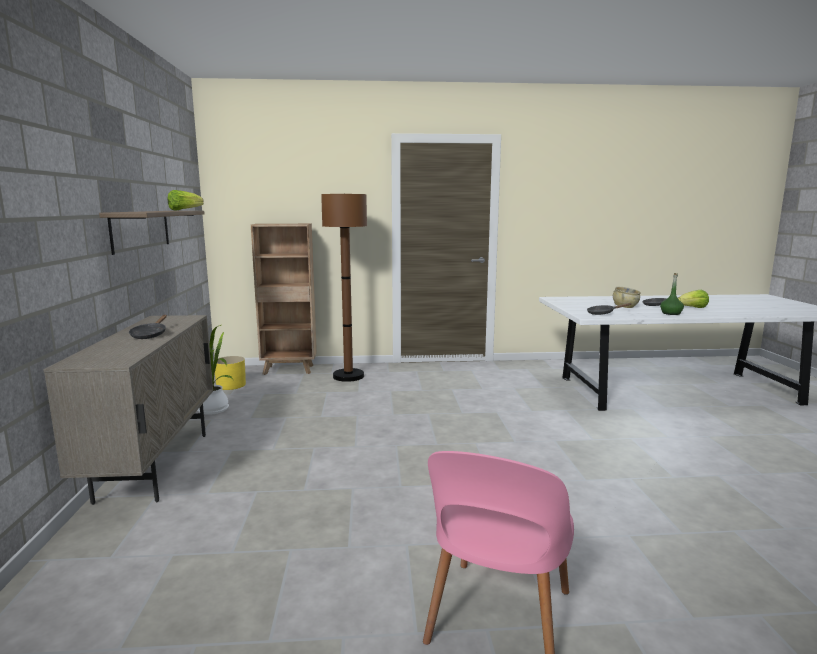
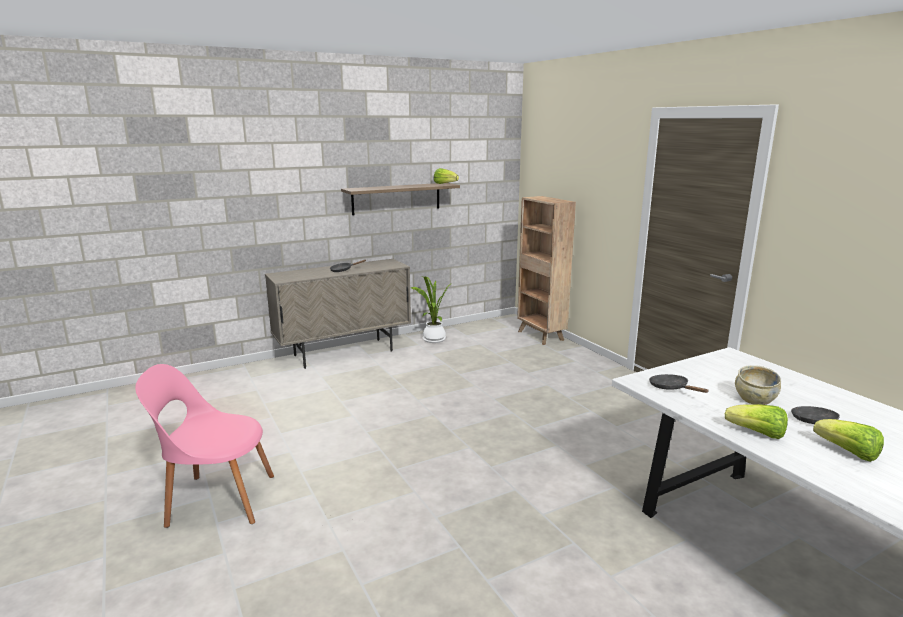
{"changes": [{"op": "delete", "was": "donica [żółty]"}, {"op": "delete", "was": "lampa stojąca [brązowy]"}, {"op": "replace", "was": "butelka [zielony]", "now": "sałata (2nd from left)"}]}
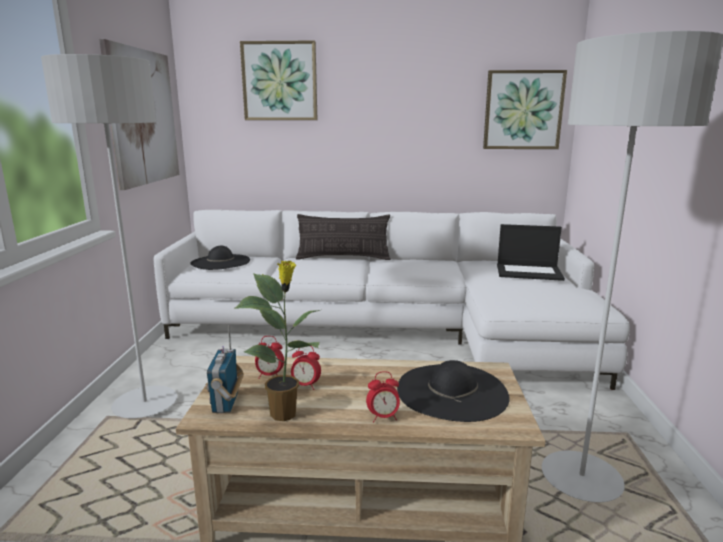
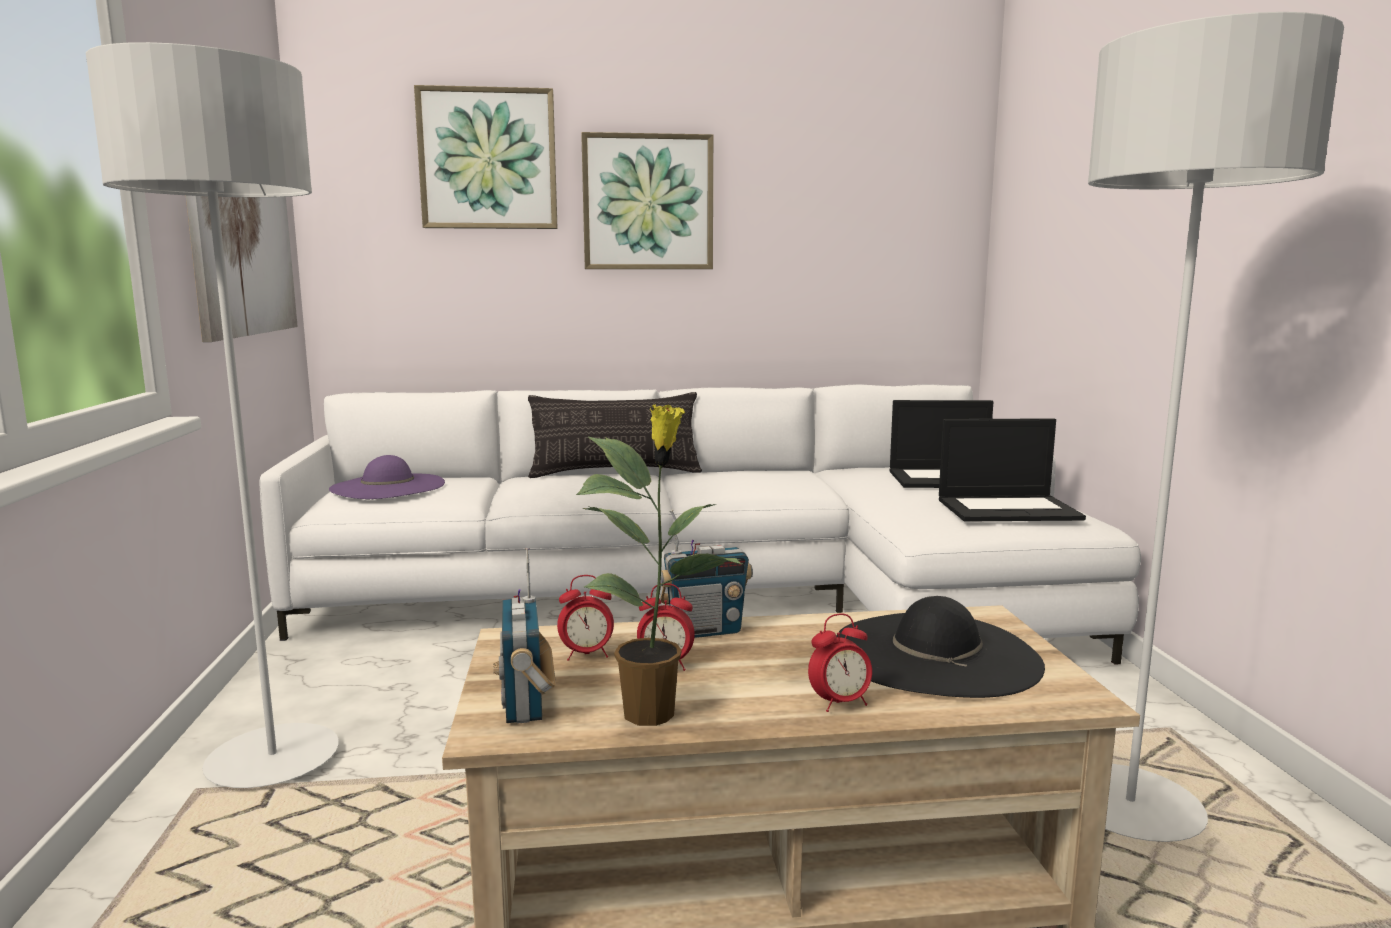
{"changes": [{"op": "insert", "now": "radio (2nd from left)"}, {"op": "insert", "now": "laptop (2nd from left)"}, {"op": "move", "was": "obraz (3rd from left)"}, {"op": "recolor", "was": "kapelusz [czarny] (1st from left)", "now": "kapelusz [fioletowy]"}]}
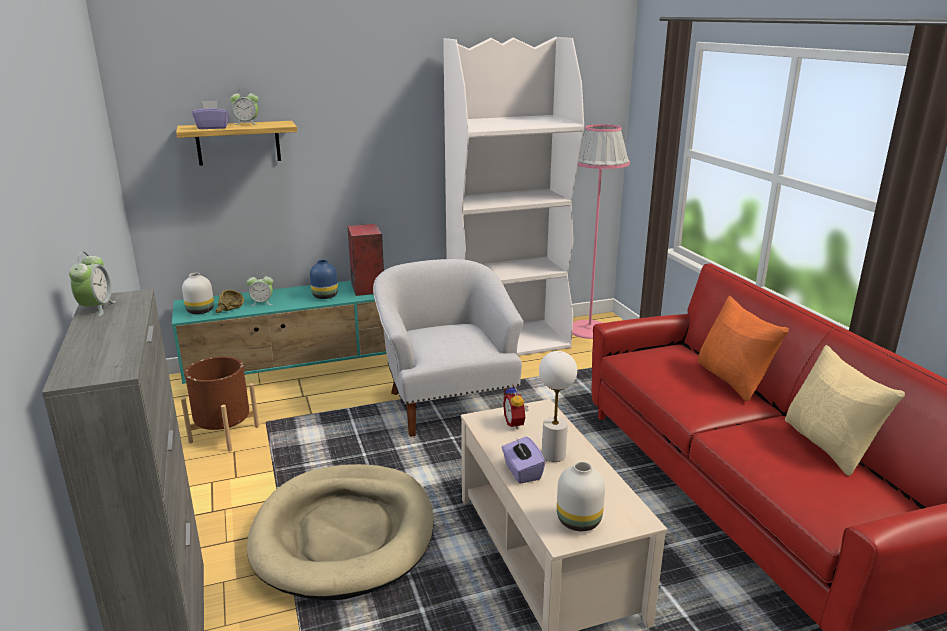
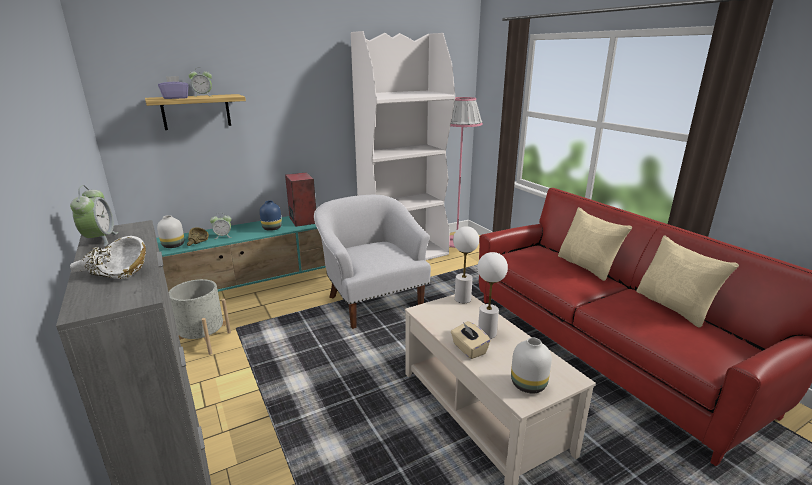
{"changes": [{"op": "delete", "was": "legowisko [beżowy]"}, {"op": "delete", "was": "budzik (4th from left)"}, {"op": "insert", "now": "miska [biały]"}, {"op": "insert", "now": "lampa stołowa [biały] (1st from left)"}, {"op": "recolor", "was": "donica [brązowy]", "now": "donica [szary]"}, {"op": "recolor", "was": "pudełko chusteczek [fioletowy] (2nd from left)", "now": "pudełko chusteczek [beżowy]"}, {"op": "recolor", "was": "poduszka [pomarańczowy]", "now": "poduszka [beżowy] (1st from left)"}]}
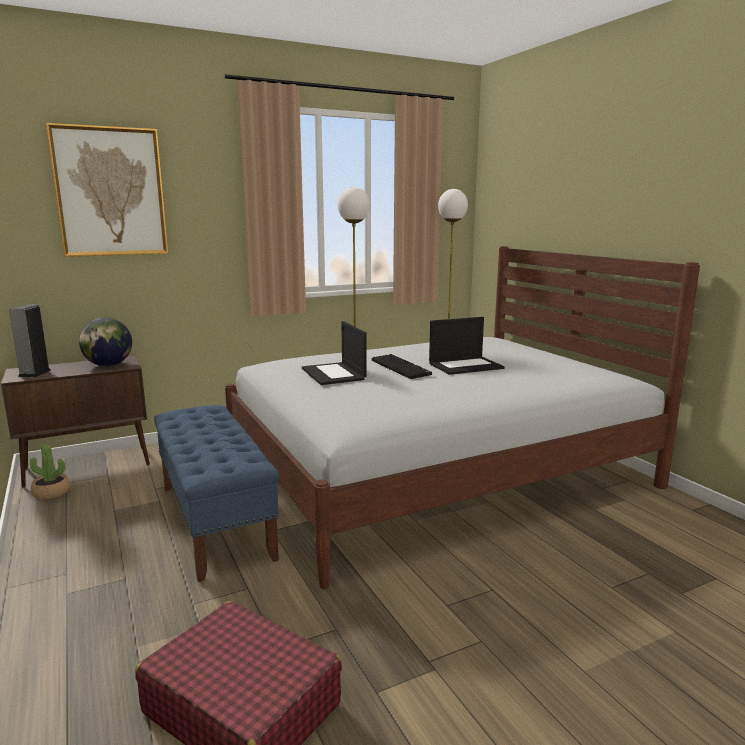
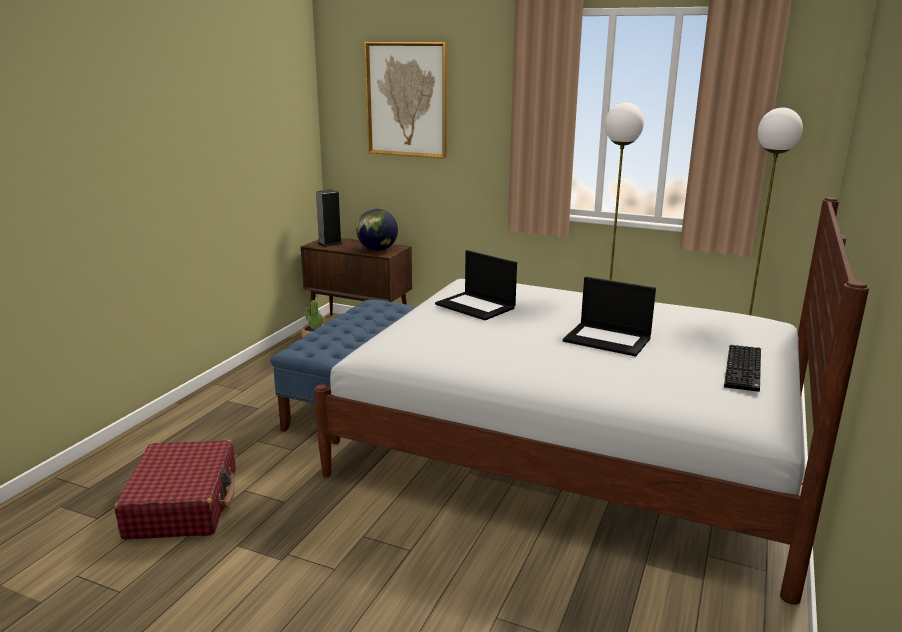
{"changes": [{"op": "move", "was": "klawiatura"}, {"op": "rotate", "was": "laptop (1st from left)", "clockwise": -75}]}
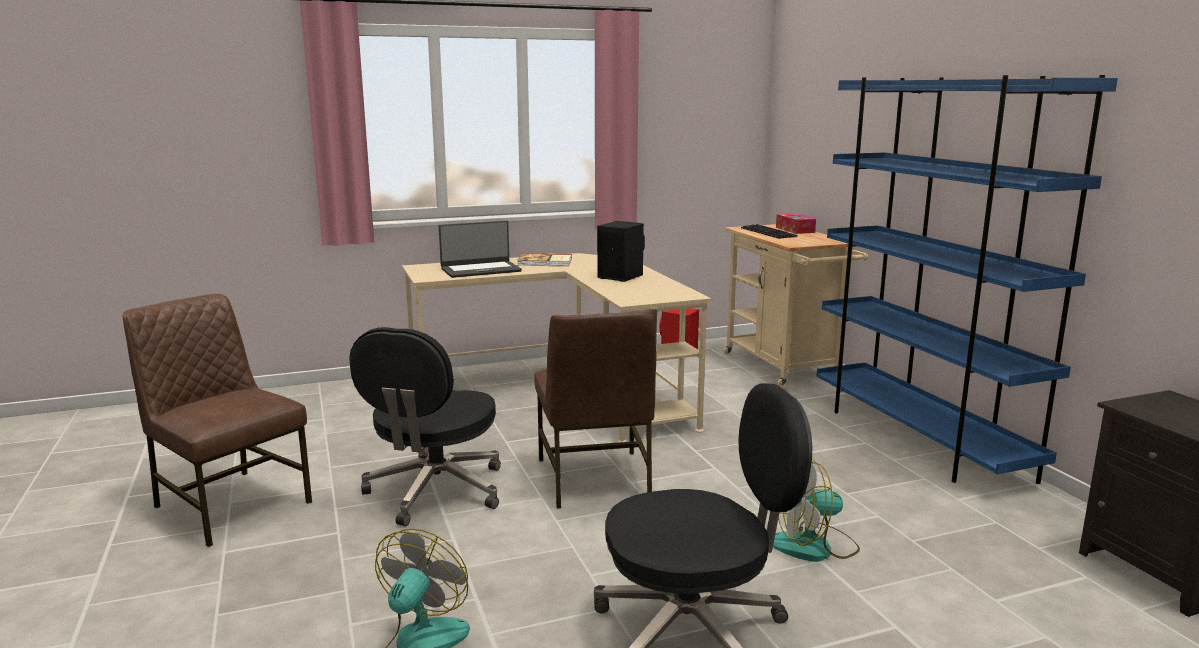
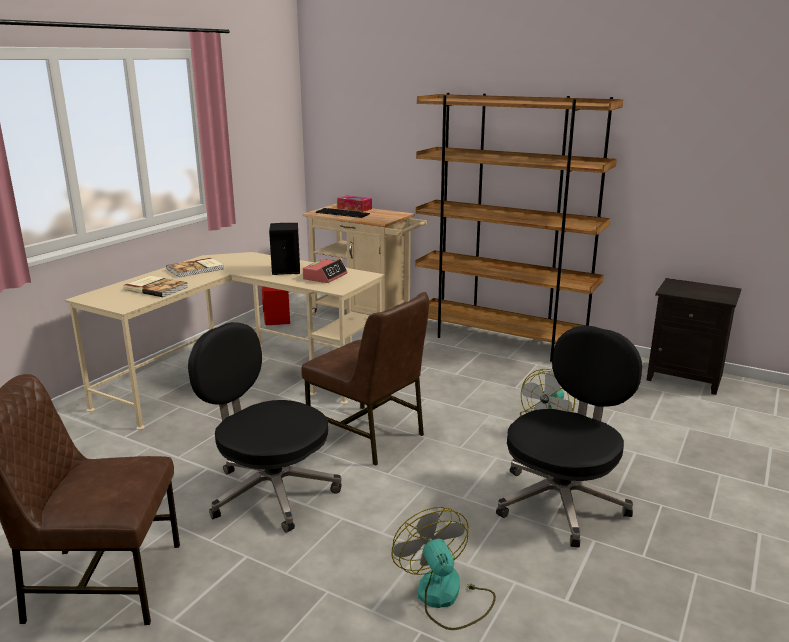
{"changes": [{"op": "insert", "now": "budzik"}, {"op": "replace", "was": "laptop", "now": "książka (1st from left)"}, {"op": "recolor", "was": "regał [niebieski]", "now": "regał [brązowy]"}, {"op": "rotate", "was": "krzesło biurowe [czarny] (1st from left)", "clockwise": 150}]}
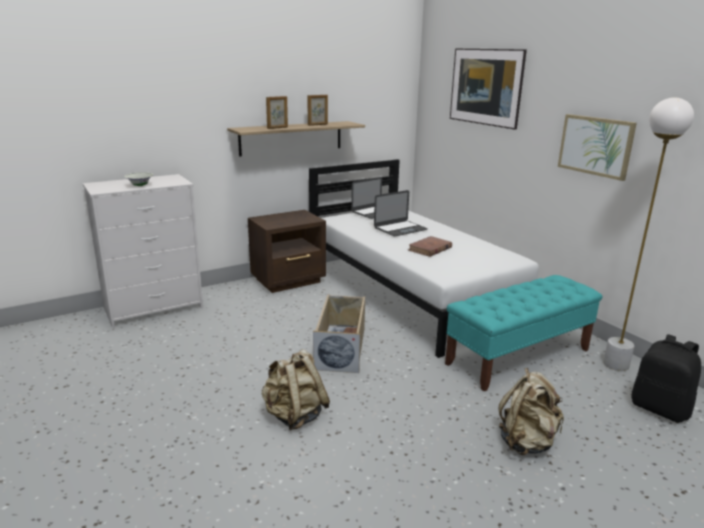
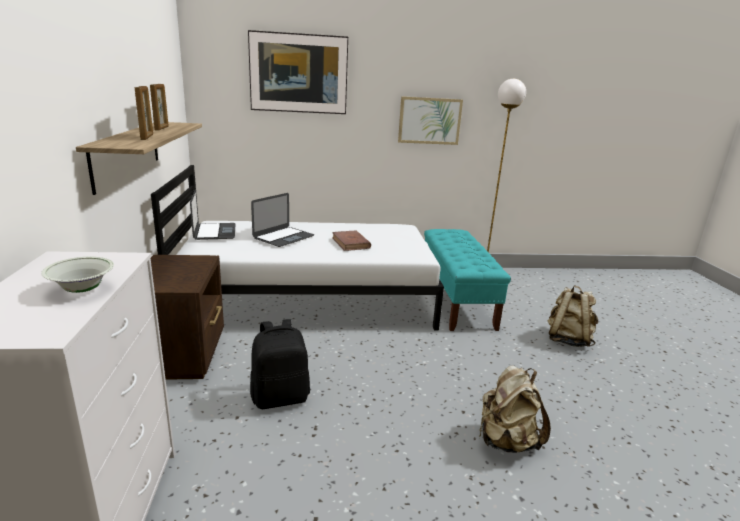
{"changes": [{"op": "delete", "was": "pojemnik do przechowywania [beżowy]"}, {"op": "move", "was": "plecak [czarny]"}, {"op": "rotate", "was": "laptop (2nd from left)", "clockwise": 45}]}
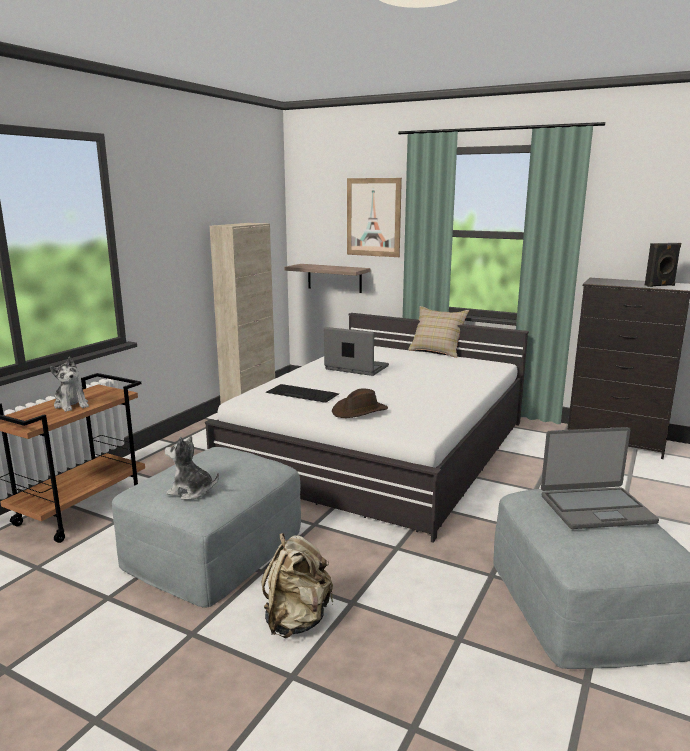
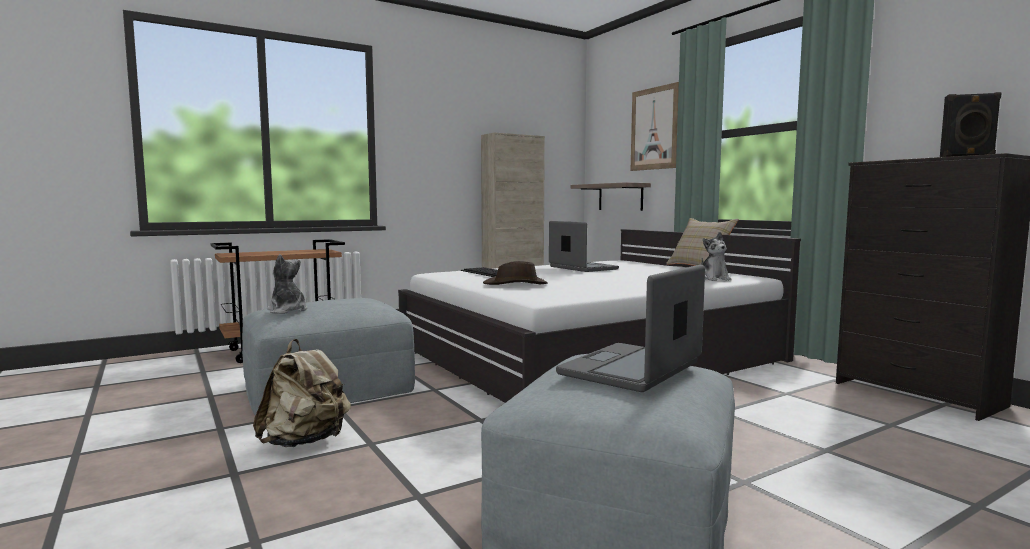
{"changes": [{"op": "move", "was": "pluszak (1st from left in the first image)", "now": "pluszak (2nd from left)"}, {"op": "rotate", "was": "laptop (2nd from left)", "clockwise": 105}]}
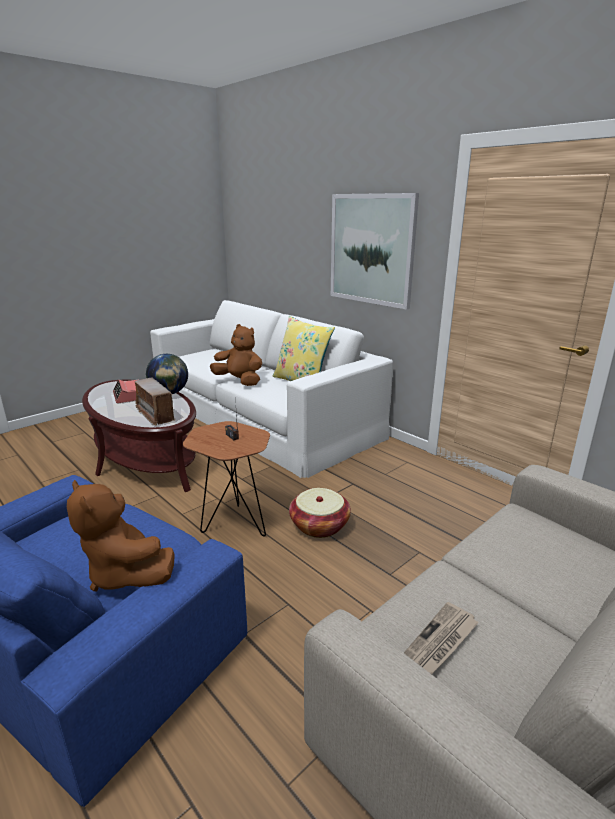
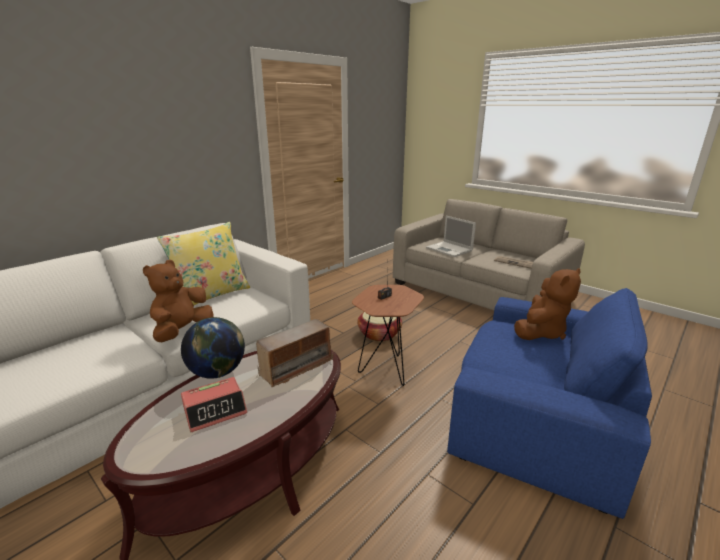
{"changes": [{"op": "delete", "was": "obraz"}, {"op": "insert", "now": "laptop"}]}
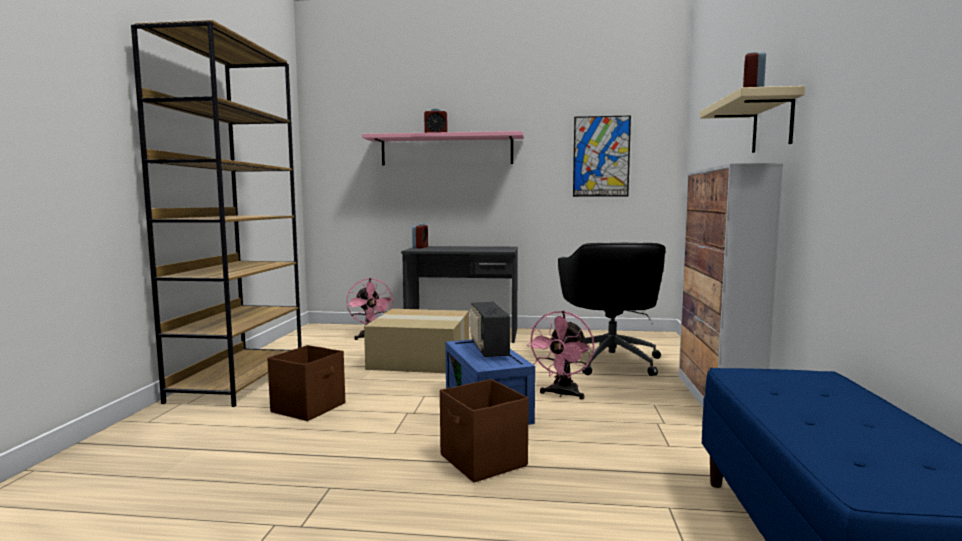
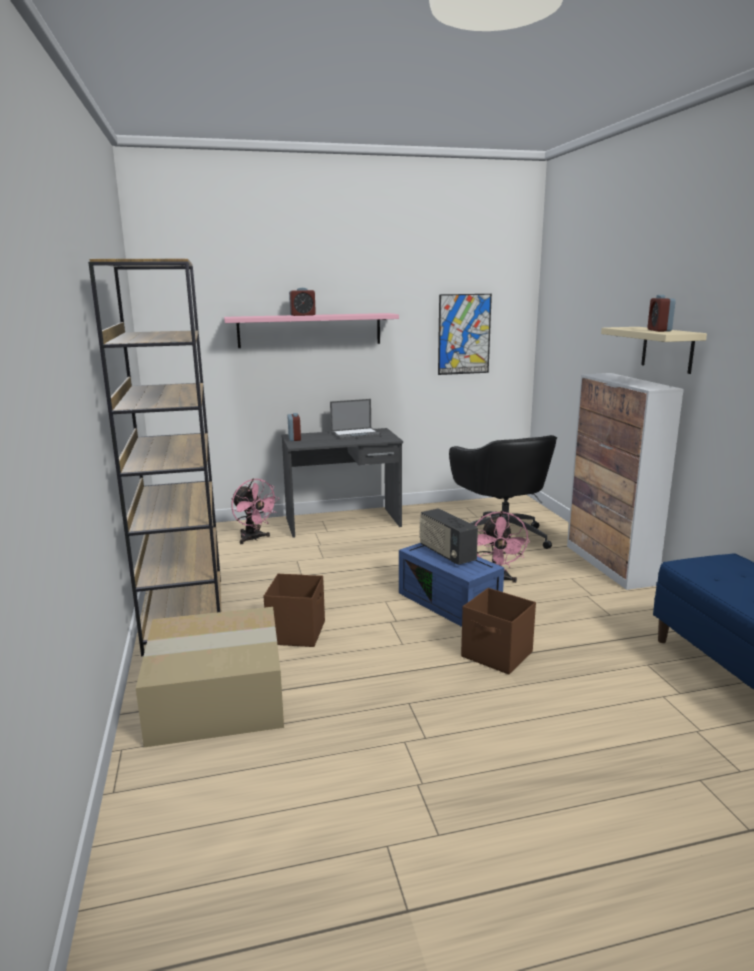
{"changes": [{"op": "insert", "now": "laptop"}, {"op": "move", "was": "karton"}]}
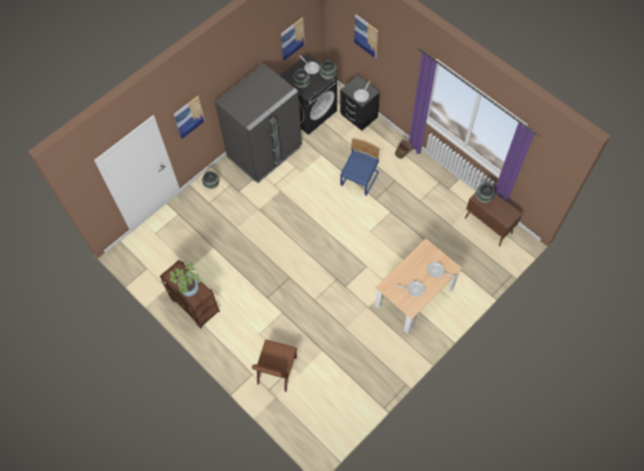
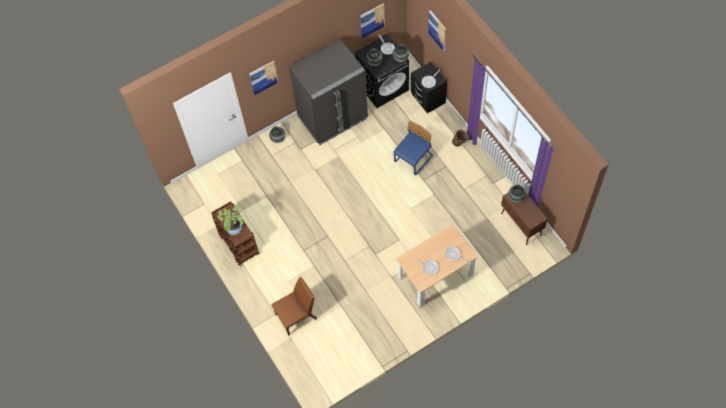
{"changes": [{"op": "rotate", "was": "krzesło [brązowy]", "clockwise": -150}]}
